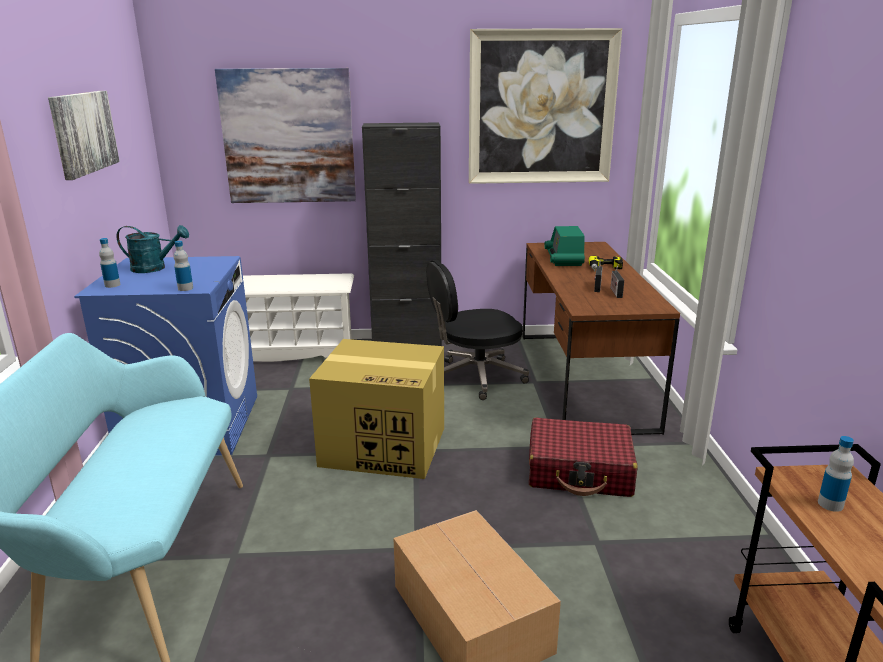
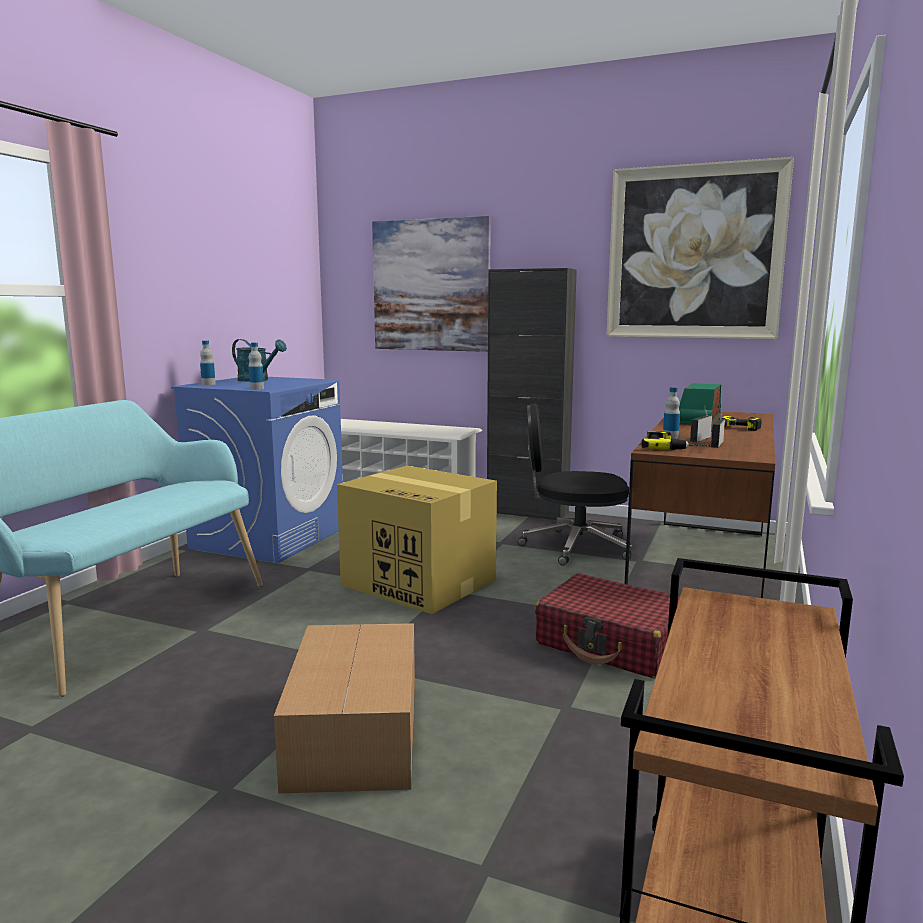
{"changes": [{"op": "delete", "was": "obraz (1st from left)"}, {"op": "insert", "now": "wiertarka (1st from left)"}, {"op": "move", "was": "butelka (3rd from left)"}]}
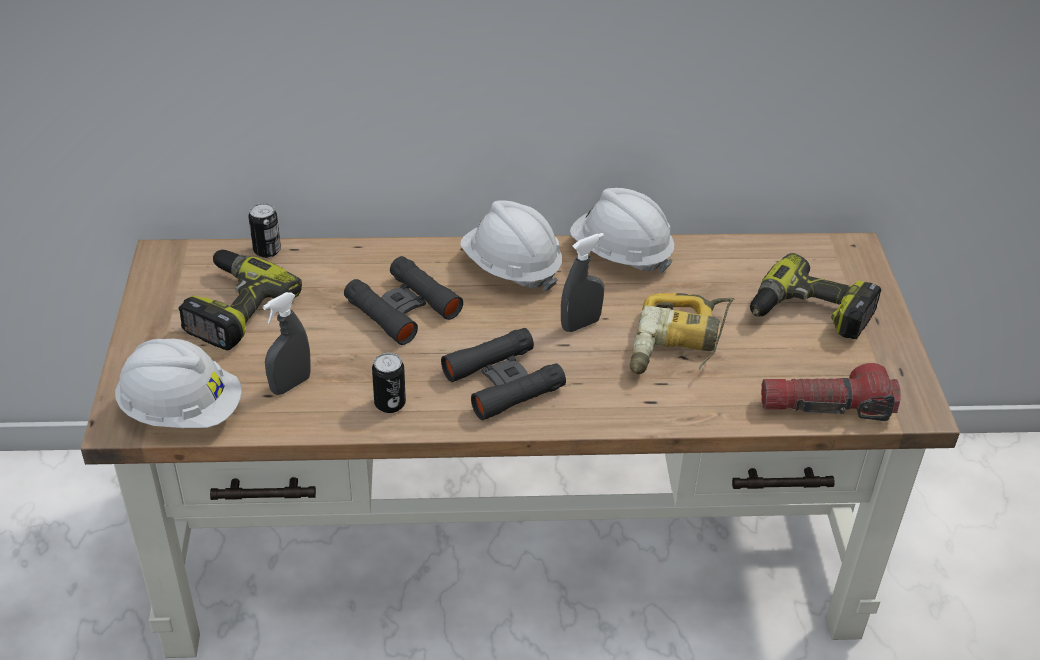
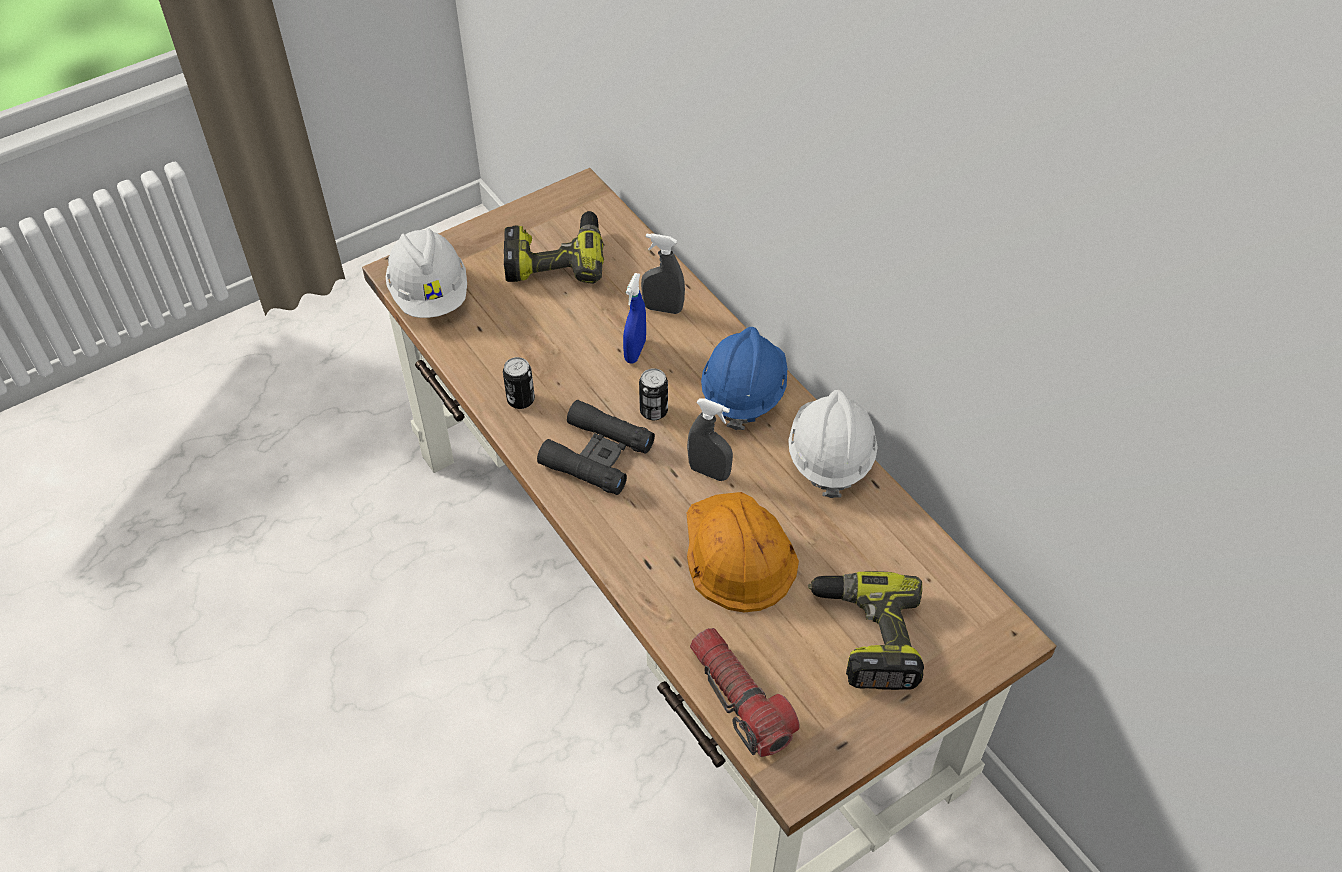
{"changes": [{"op": "move", "was": "puszka (1st from left in the first image)", "now": "puszka (2nd from left)"}, {"op": "move", "was": "spryskiwacz [szary] (1st from left)"}, {"op": "replace", "was": "lornetka [czarny] (1st from left)", "now": "spryskiwacz [niebieski]"}, {"op": "replace", "was": "wiertarka (2nd from left)", "now": "kask [pomarańczowy]"}, {"op": "recolor", "was": "kask [biały] (2nd from left)", "now": "kask [niebieski]"}]}
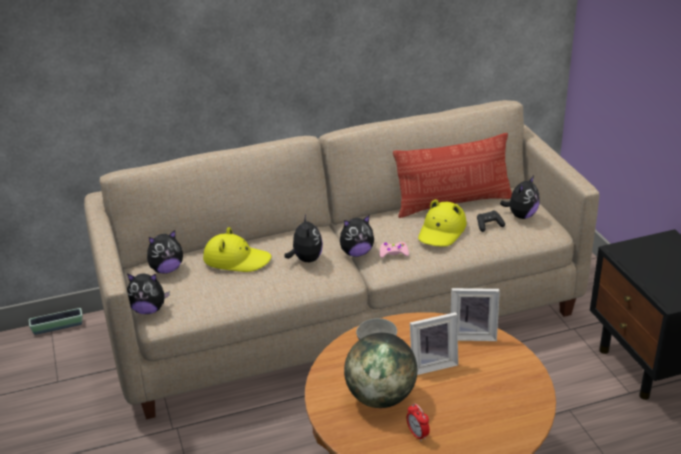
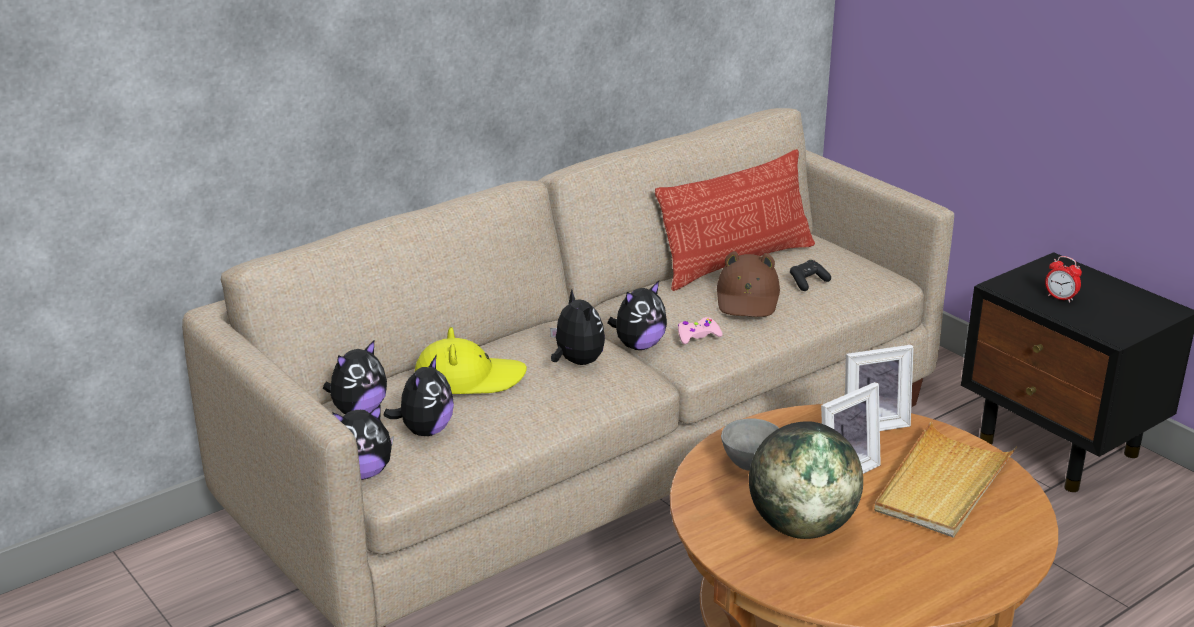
{"changes": [{"op": "delete", "was": "donica"}, {"op": "insert", "now": "taca [beżowy]"}, {"op": "move", "was": "budzik"}, {"op": "move", "was": "pluszak (5th from left in the first image)", "now": "pluszak (3rd from left)"}, {"op": "recolor", "was": "kapelusz [żółty] (2nd from left)", "now": "kapelusz [brązowy]"}]}
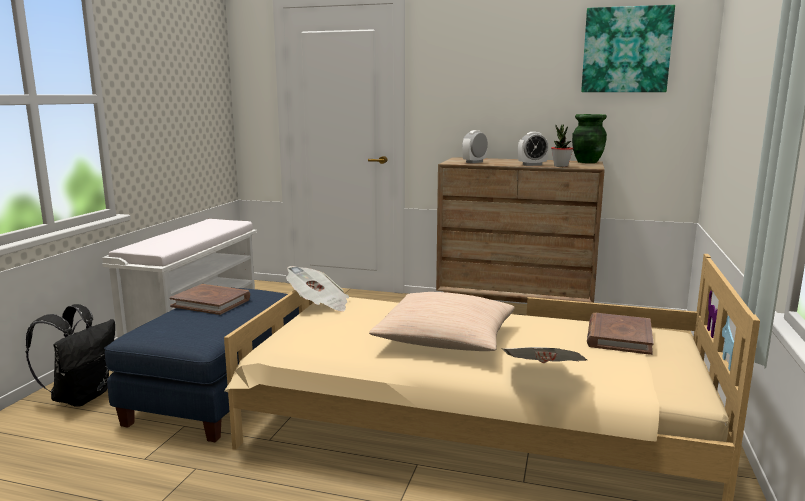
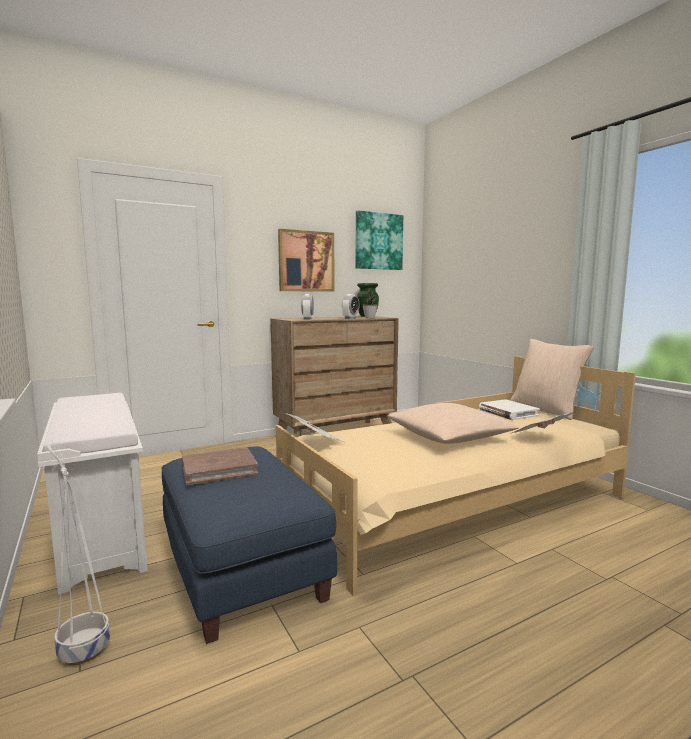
{"changes": [{"op": "insert", "now": "obraz (1st from left)"}, {"op": "insert", "now": "poduszka [beżowy] (2nd from left)"}, {"op": "replace", "was": "plecak [czarny]", "now": "donica [biały]"}, {"op": "recolor", "was": "książka [brązowy] (2nd from left)", "now": "książka [biały]"}]}
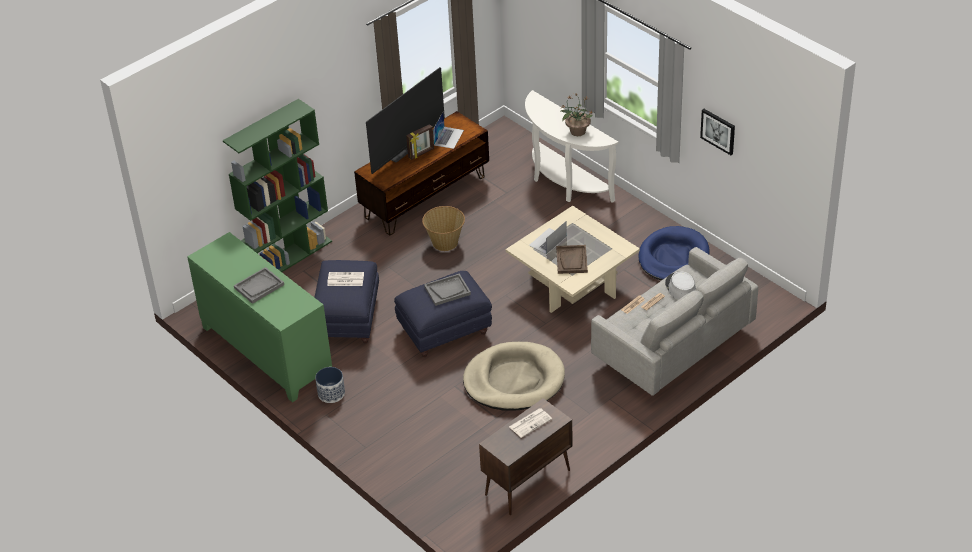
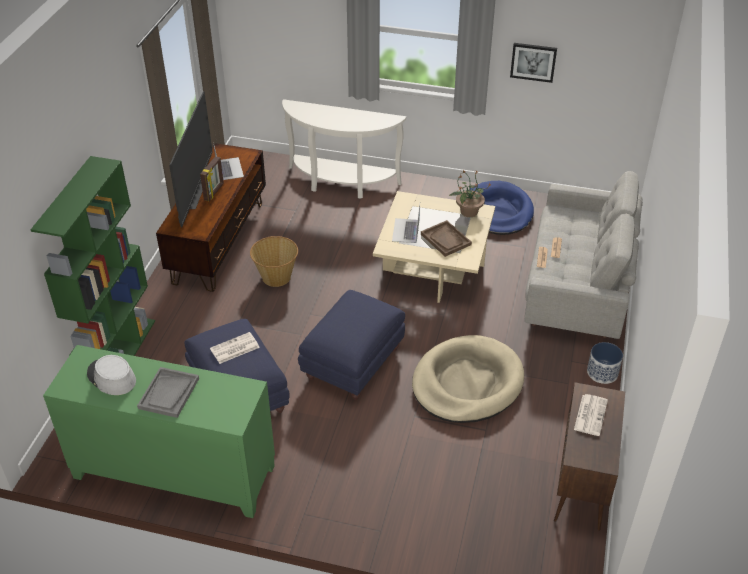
{"changes": [{"op": "delete", "was": "taca [szary] (2nd from left)"}, {"op": "move", "was": "donica"}, {"op": "move", "was": "roślina doniczkowa"}, {"op": "move", "was": "kapelusz [szary]"}]}
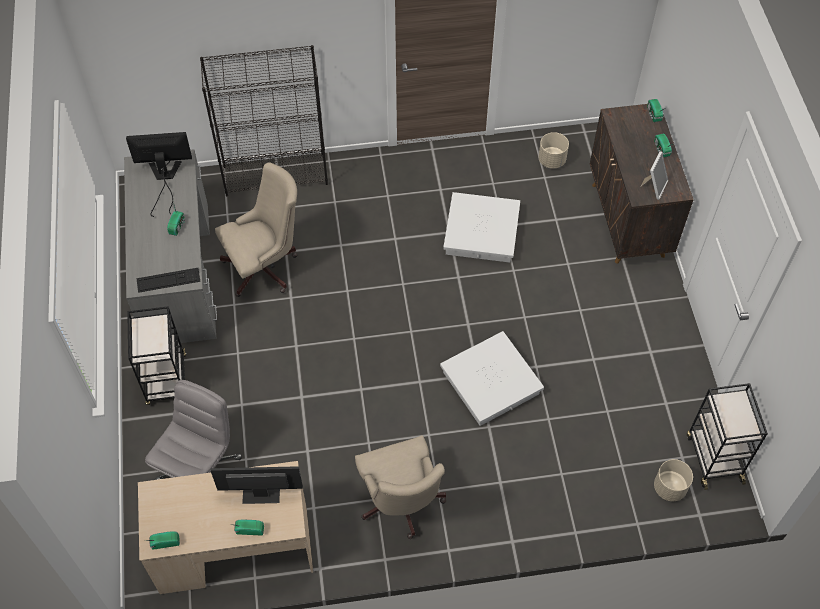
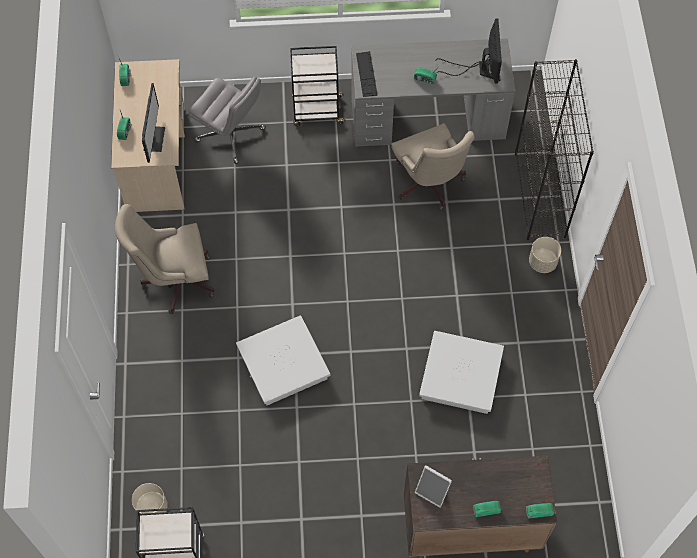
{"changes": [{"op": "move", "was": "donica [beżowy] (1st from left in the first image)", "now": "donica [beżowy] (2nd from left)"}]}
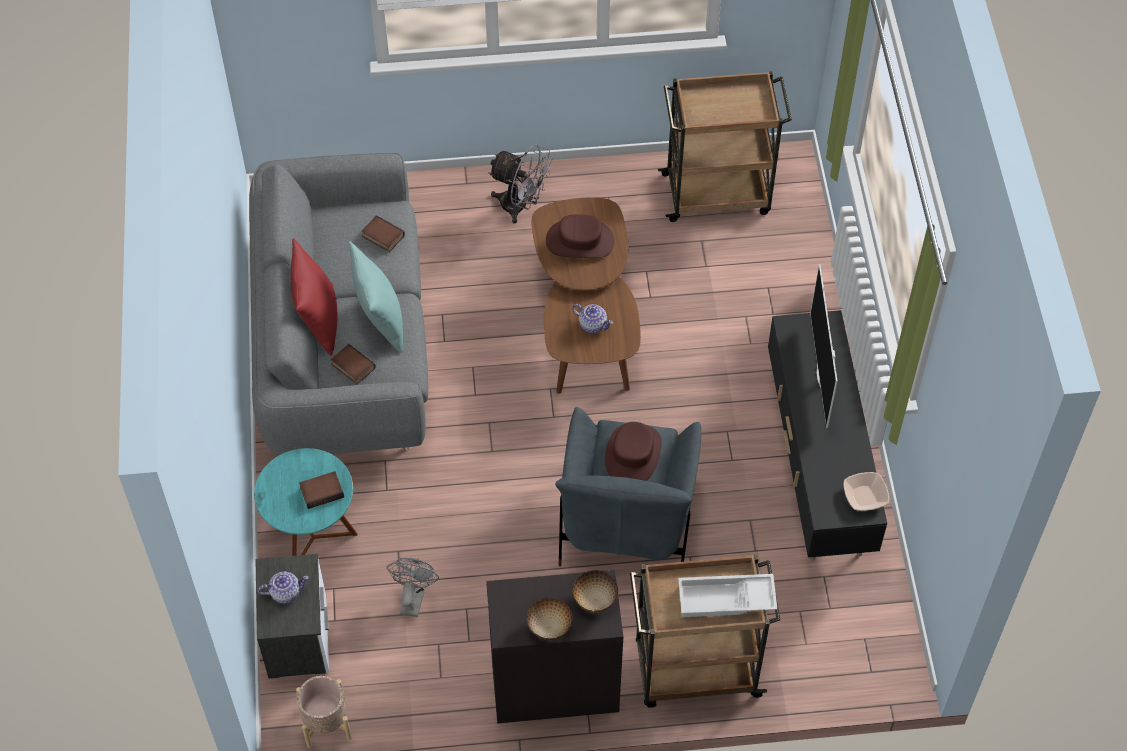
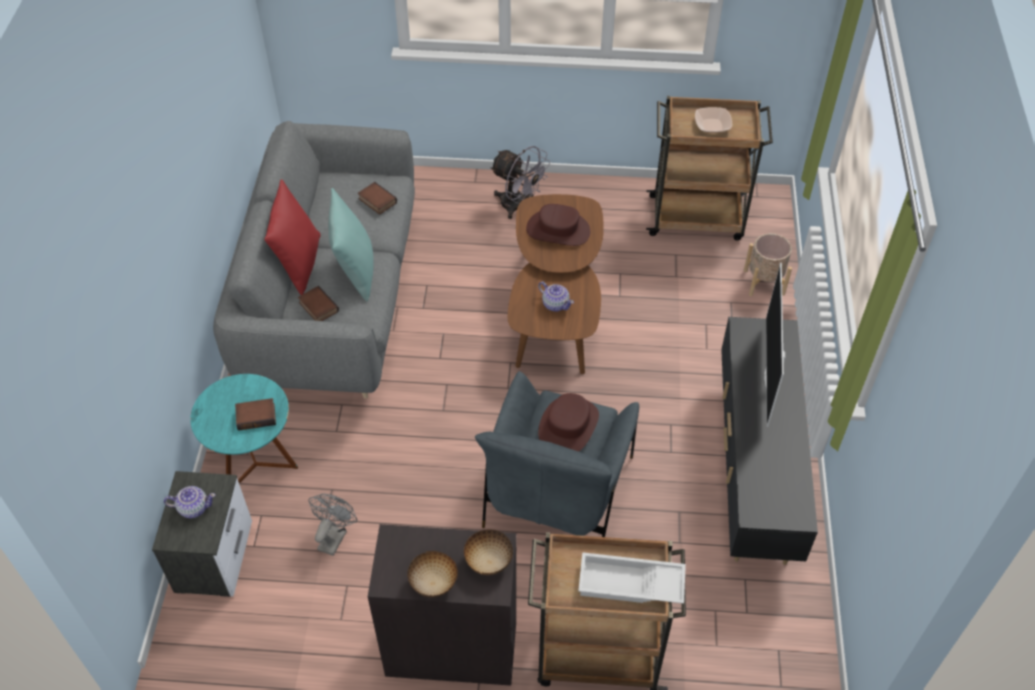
{"changes": [{"op": "move", "was": "donica [beżowy]"}, {"op": "move", "was": "miska (3rd from left)"}]}
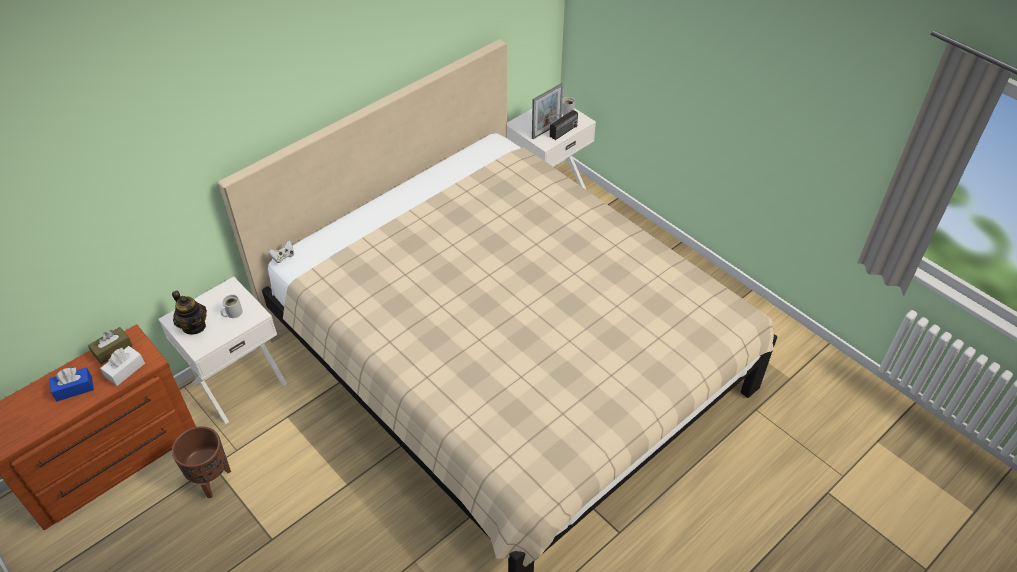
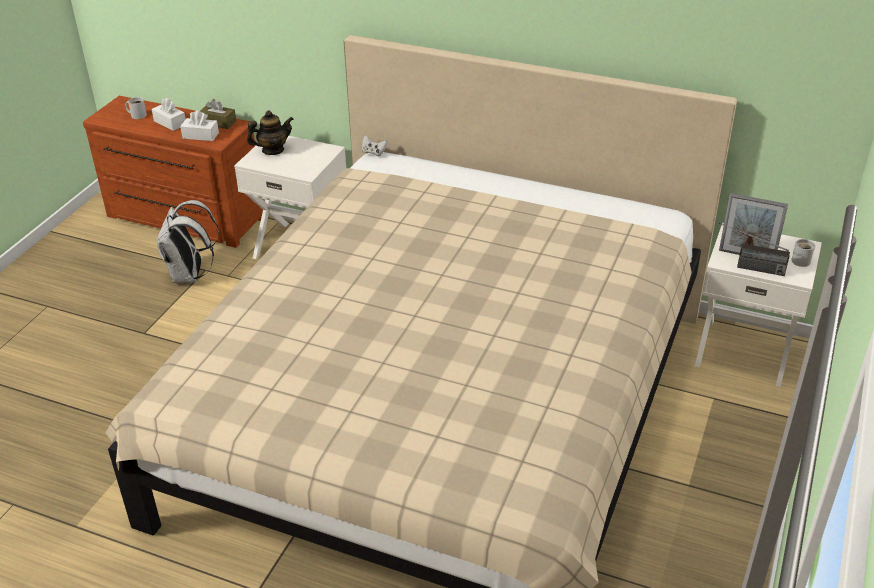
{"changes": [{"op": "move", "was": "kubek [biały] (1st from left)"}, {"op": "replace", "was": "donica [brązowy]", "now": "plecak [biały]"}, {"op": "recolor", "was": "pudełko chusteczek [niebieski]", "now": "pudełko chusteczek [biały] (1st from left)"}, {"op": "rotate", "was": "imbryk", "clockwise": -135}]}
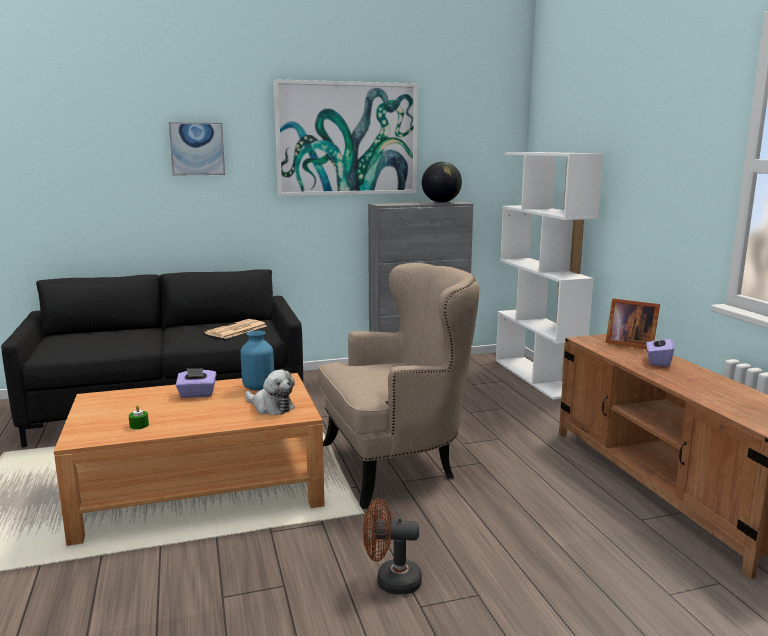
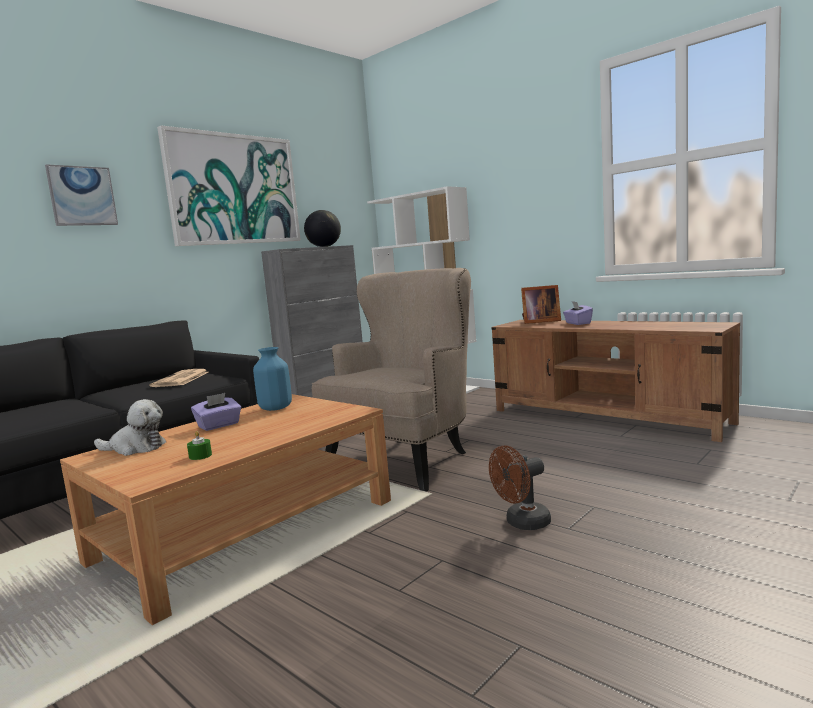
{"changes": [{"op": "move", "was": "pluszak"}]}
